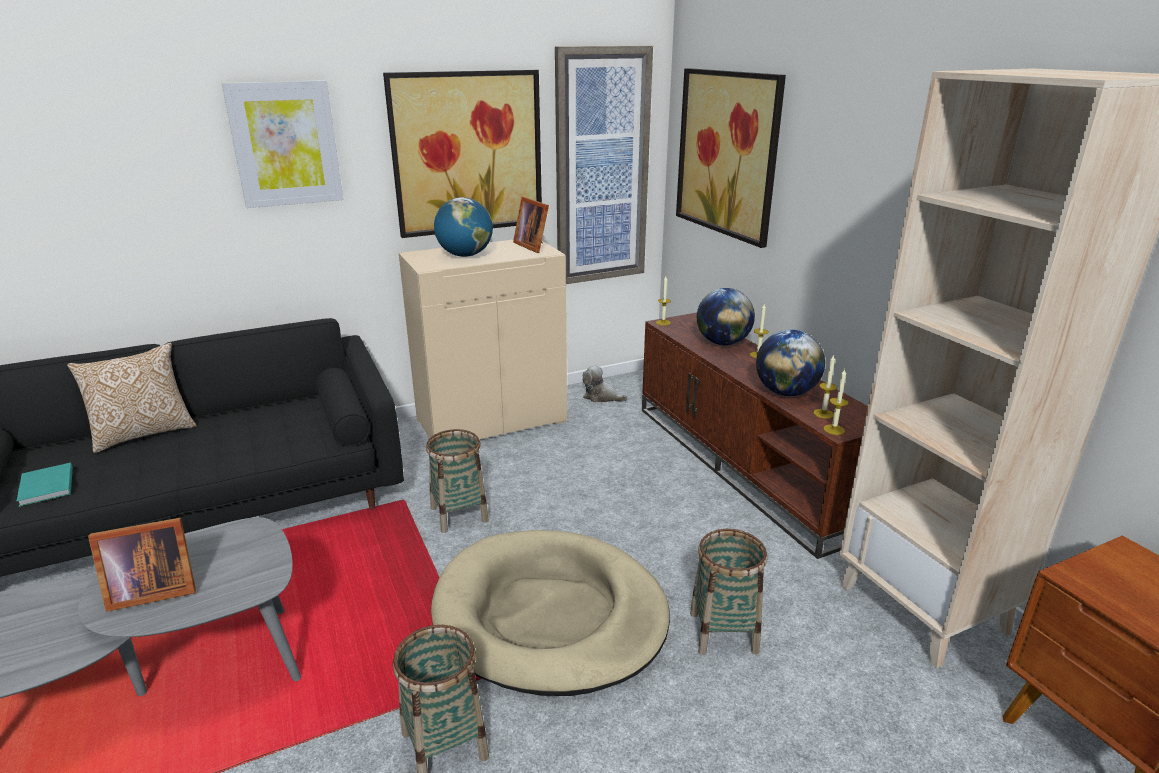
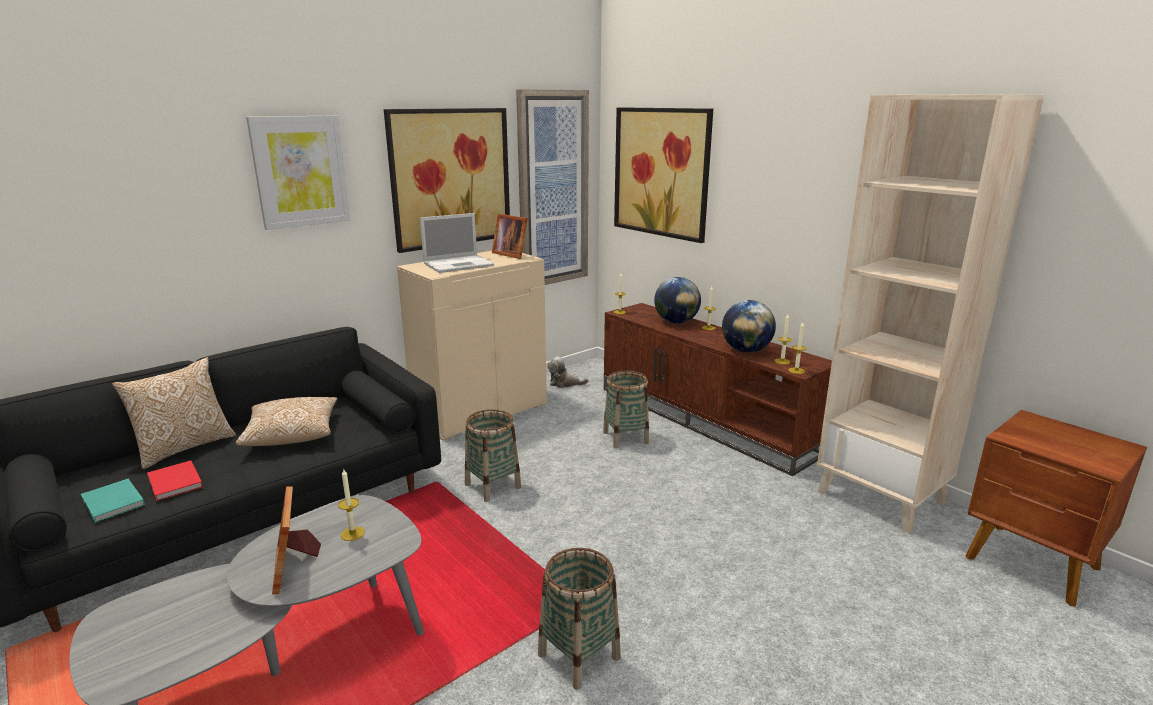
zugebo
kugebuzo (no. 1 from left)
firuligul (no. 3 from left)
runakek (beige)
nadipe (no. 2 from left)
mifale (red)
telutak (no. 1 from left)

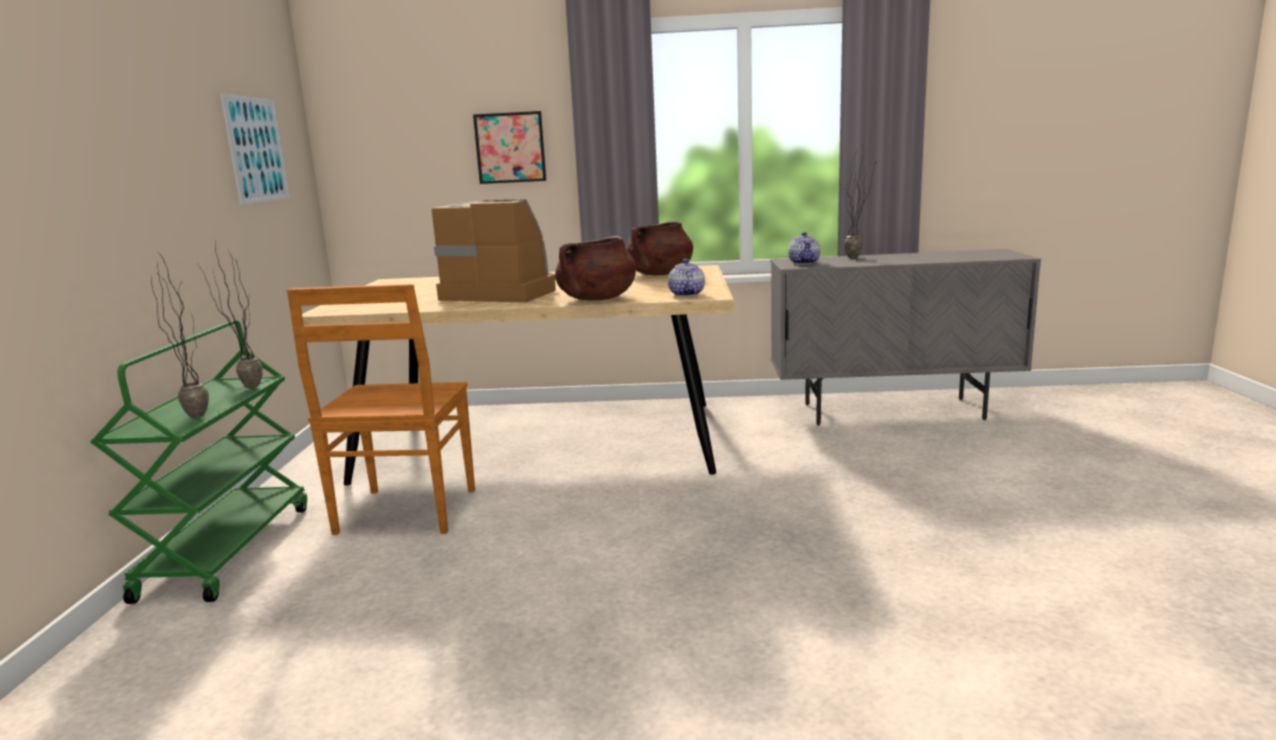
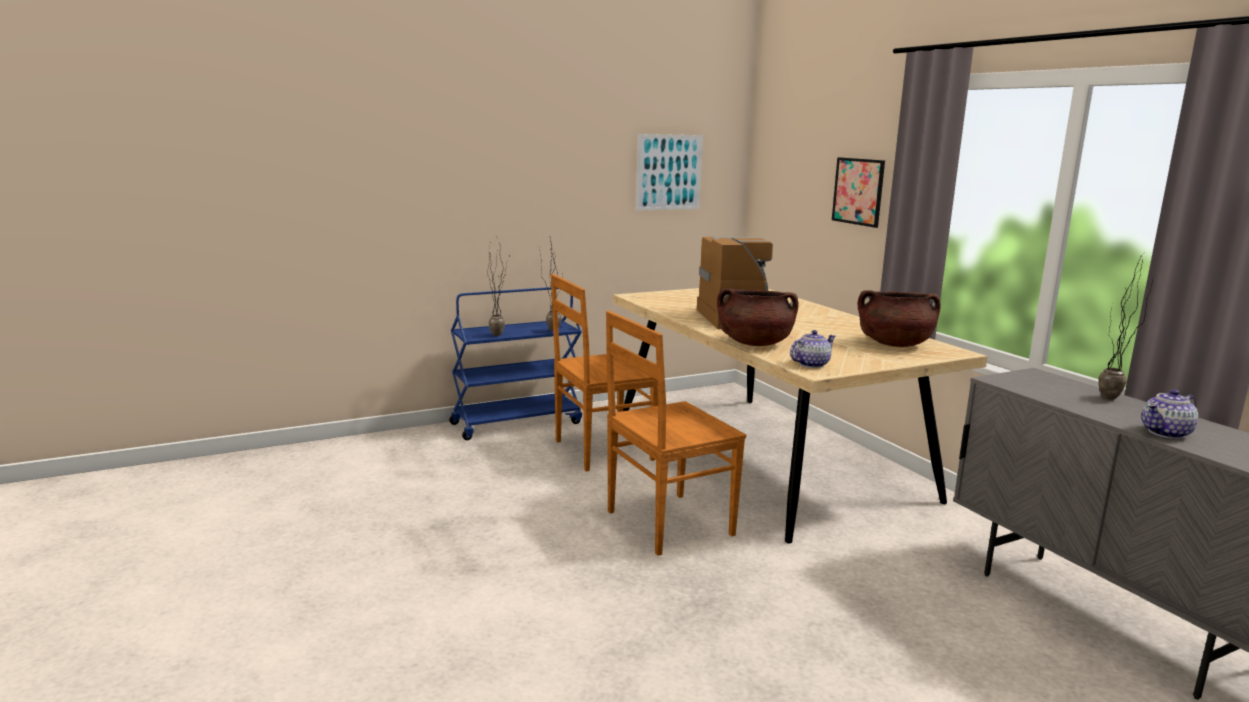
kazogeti (no. 2 from left)
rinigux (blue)
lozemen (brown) (no. 2 from left)

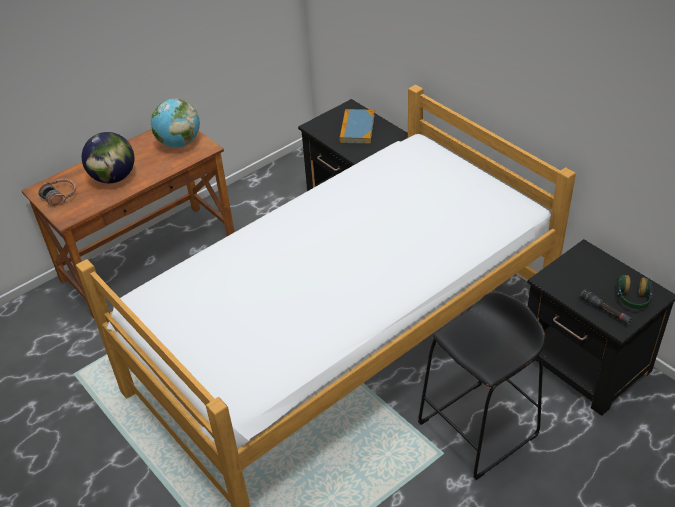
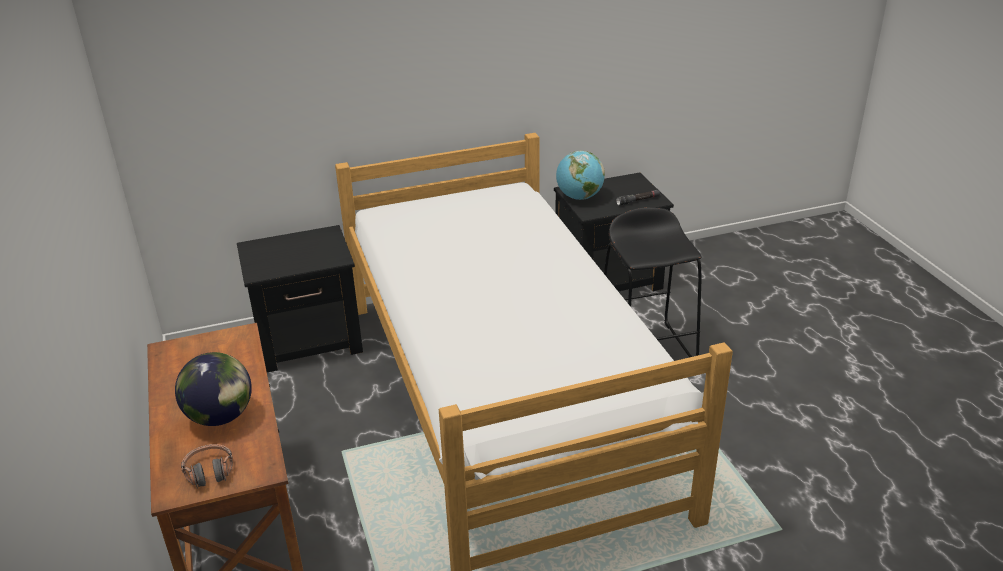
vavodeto (no. 2 from left)
mifale
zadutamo (no. 2 from left in the first image)

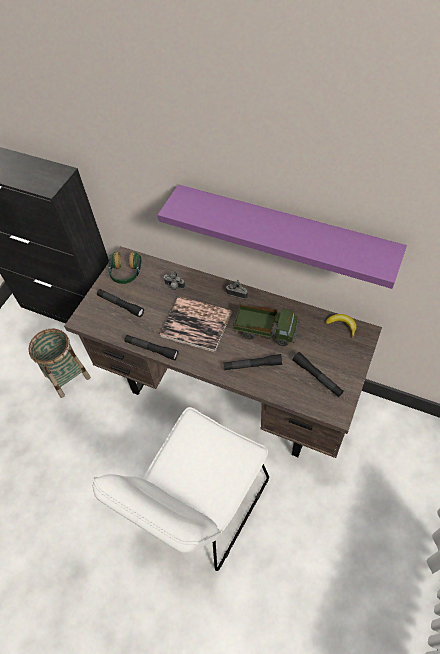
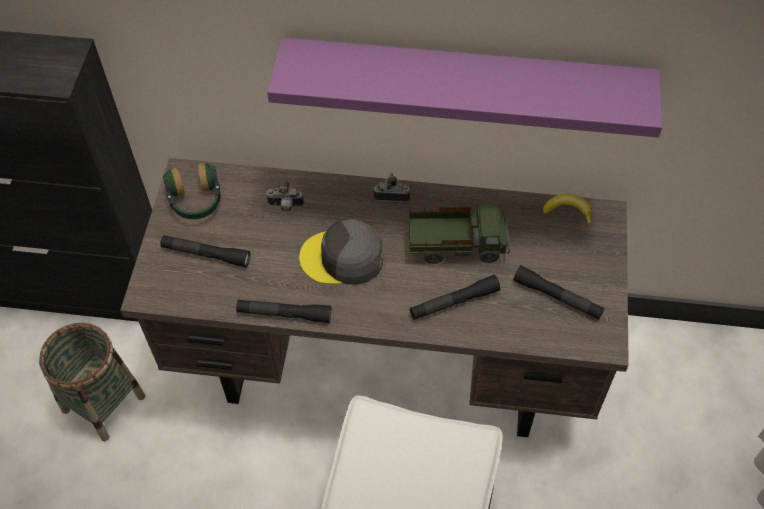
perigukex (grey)

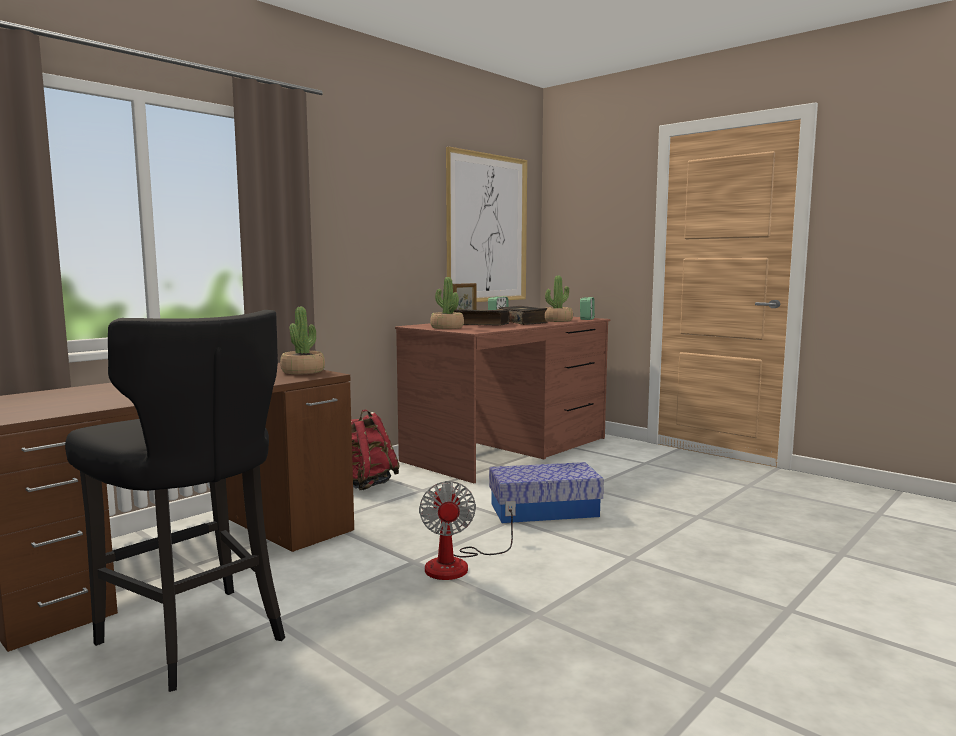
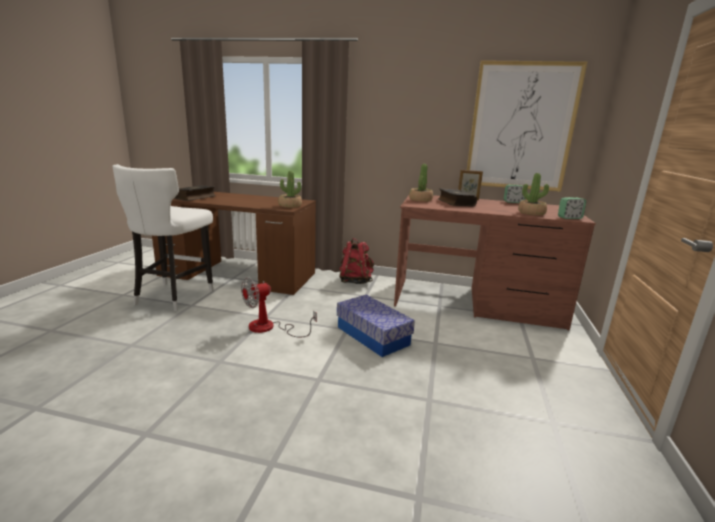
mifale (no. 1 from left)
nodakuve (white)

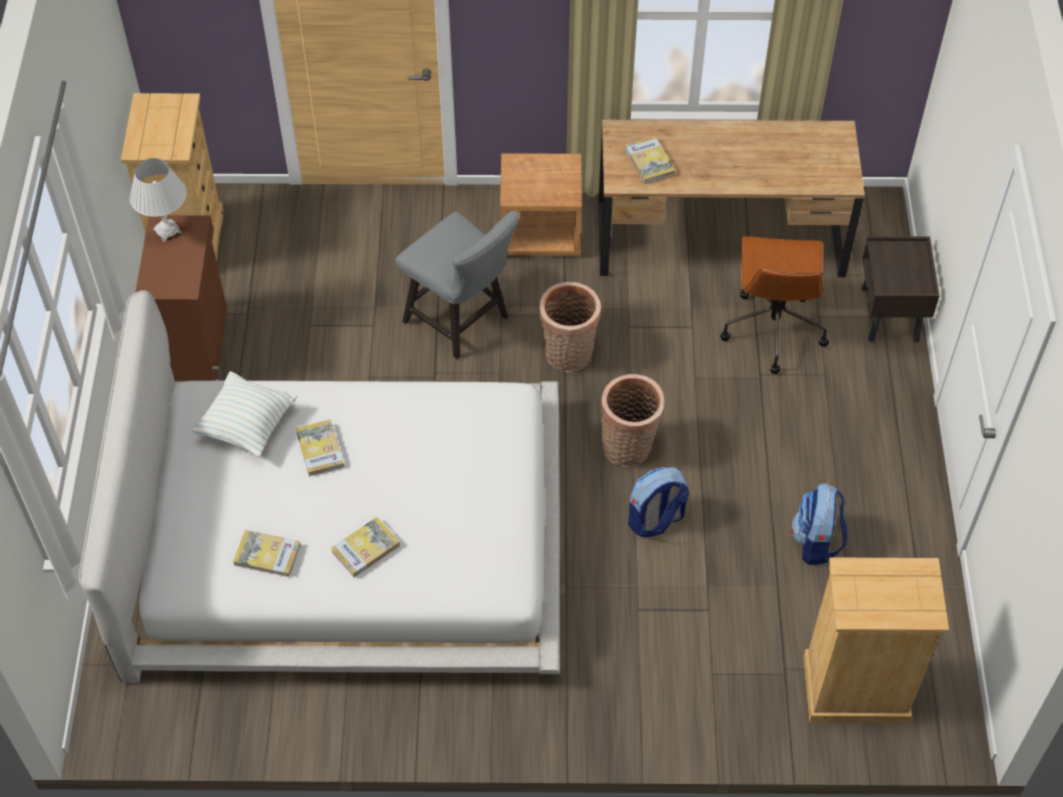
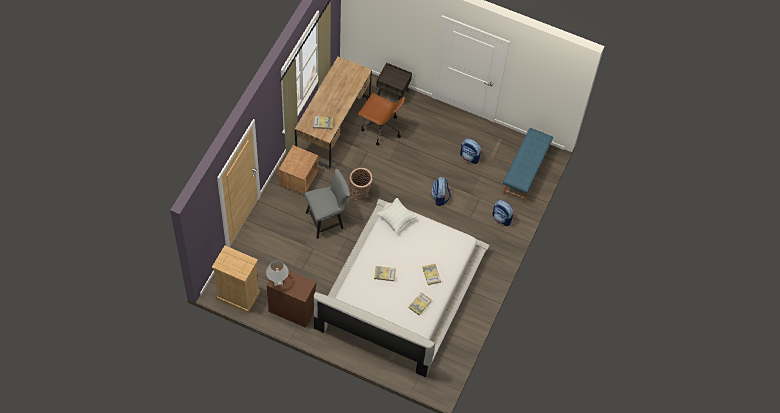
nadipe
firuligul (no. 2 from left in the first image)
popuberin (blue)
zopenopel (no. 3 from left)

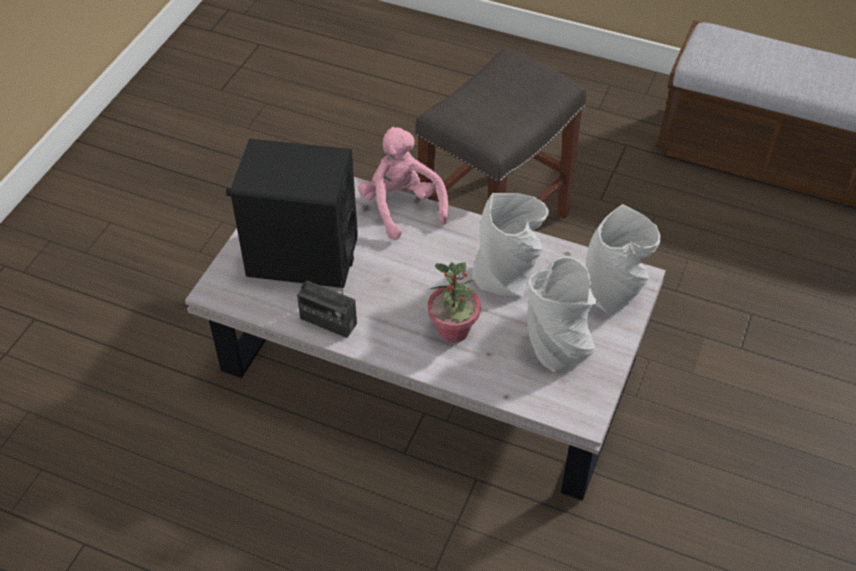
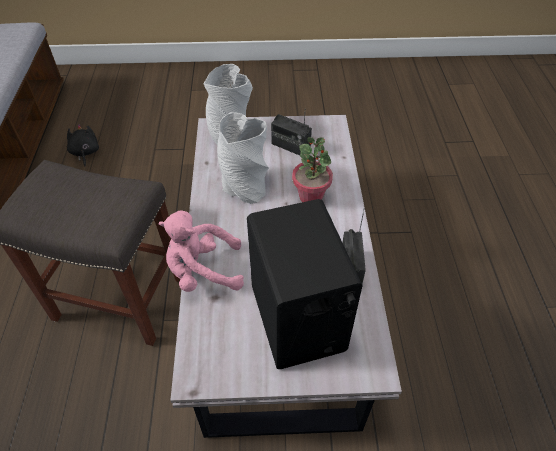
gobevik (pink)
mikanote (no. 1 from left)
gobevik (black)

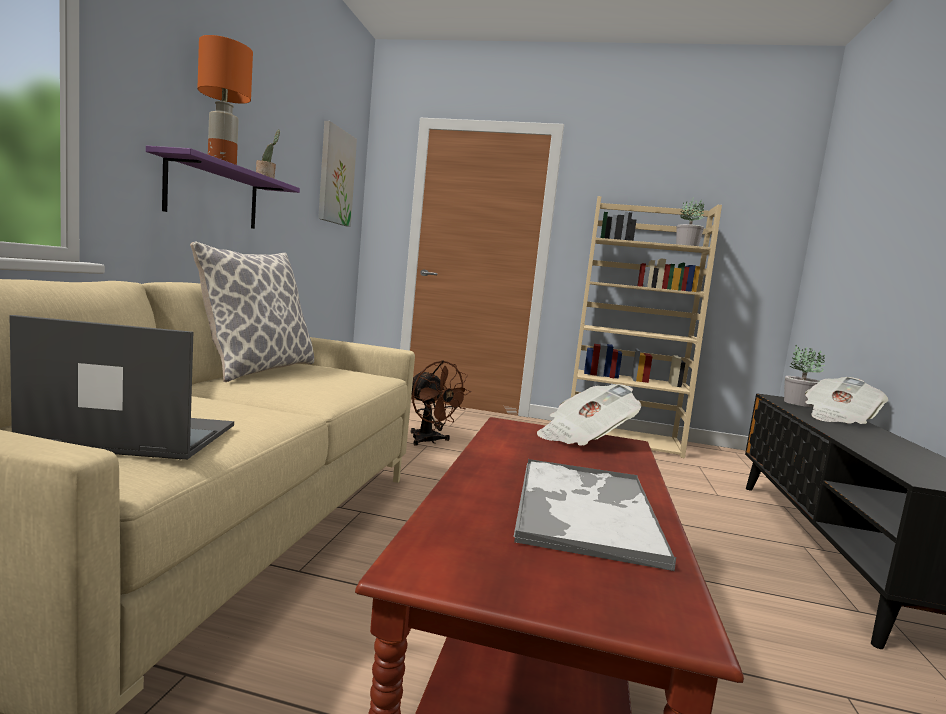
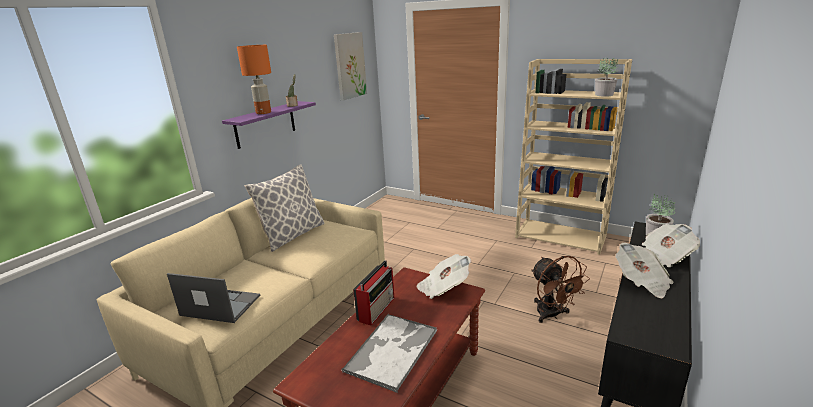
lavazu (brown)
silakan (no. 2 from left)
mikanote

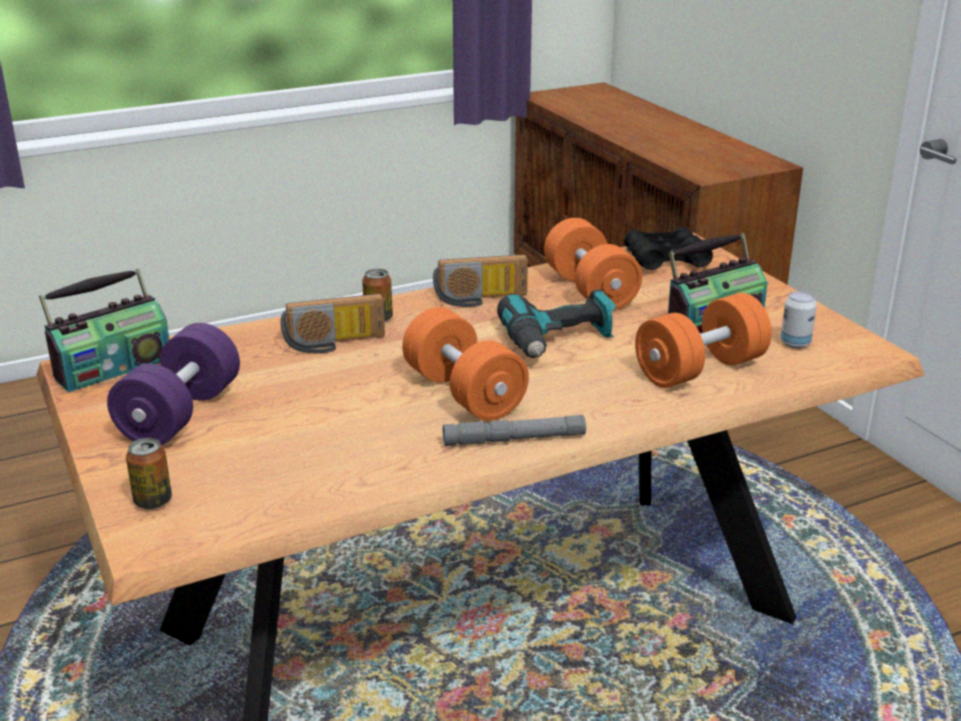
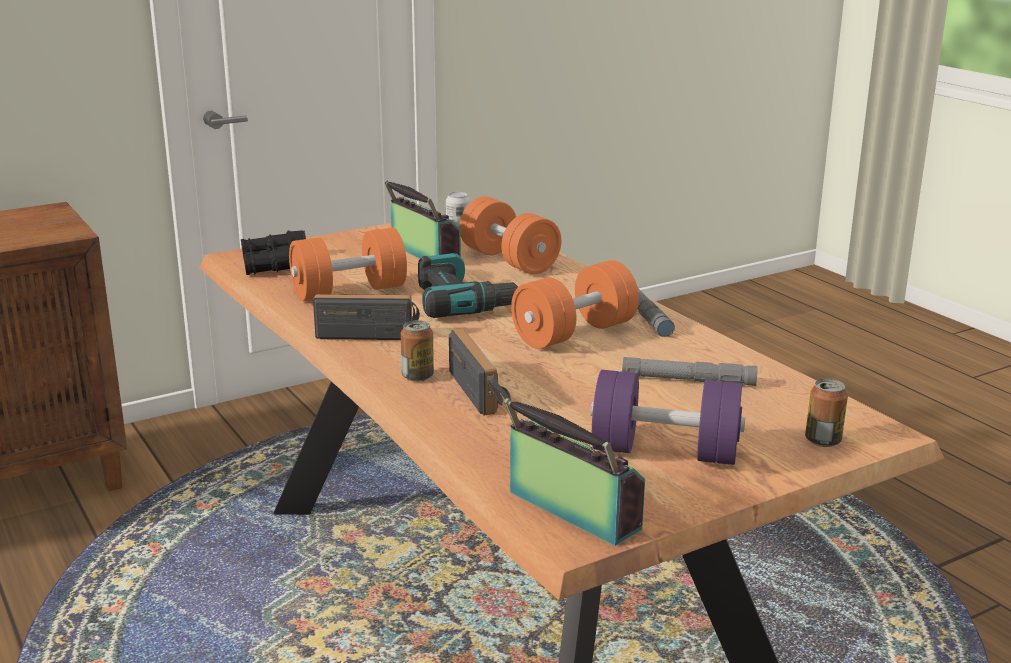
mikanote (no. 1 from left)
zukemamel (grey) (no. 2 from left)

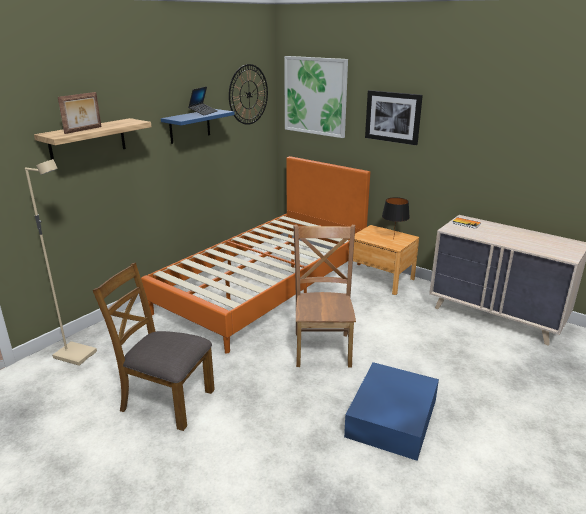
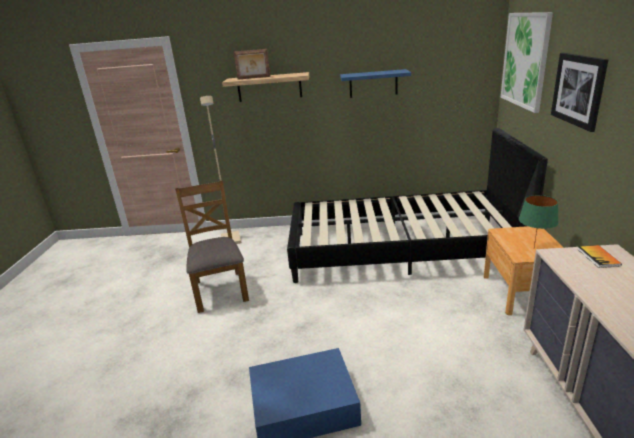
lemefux
zugebo
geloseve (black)
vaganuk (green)
lozemen (brown) (no. 2 from left in the first image)

